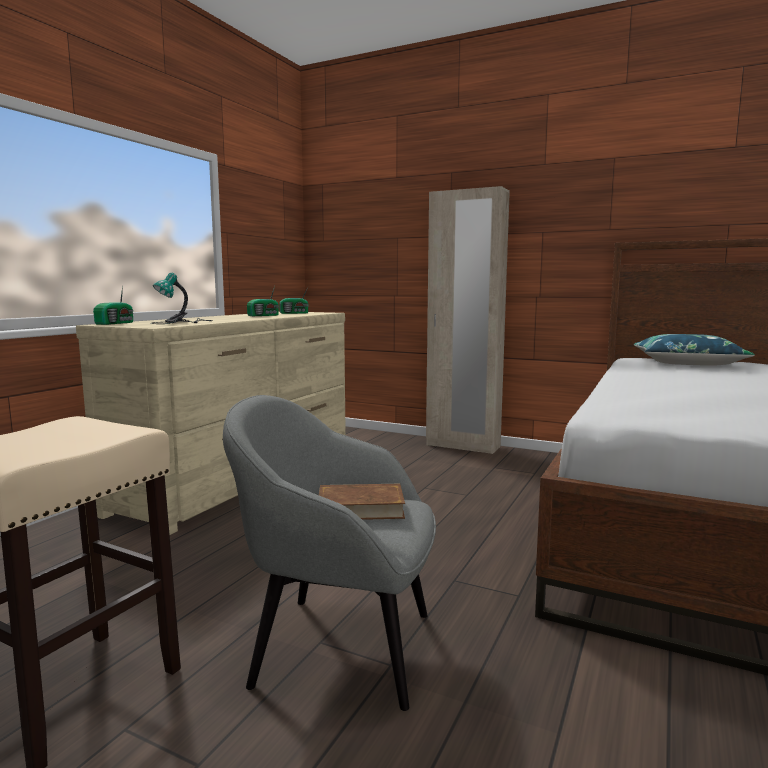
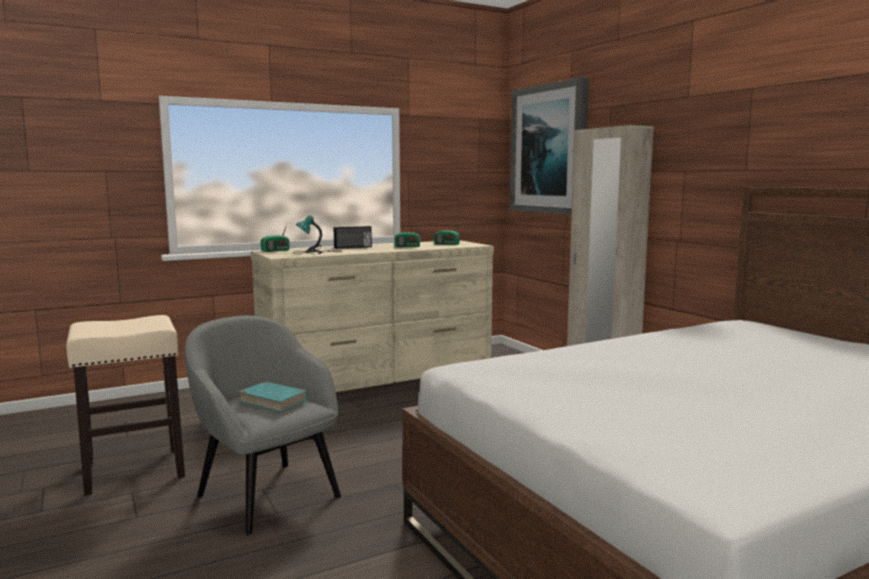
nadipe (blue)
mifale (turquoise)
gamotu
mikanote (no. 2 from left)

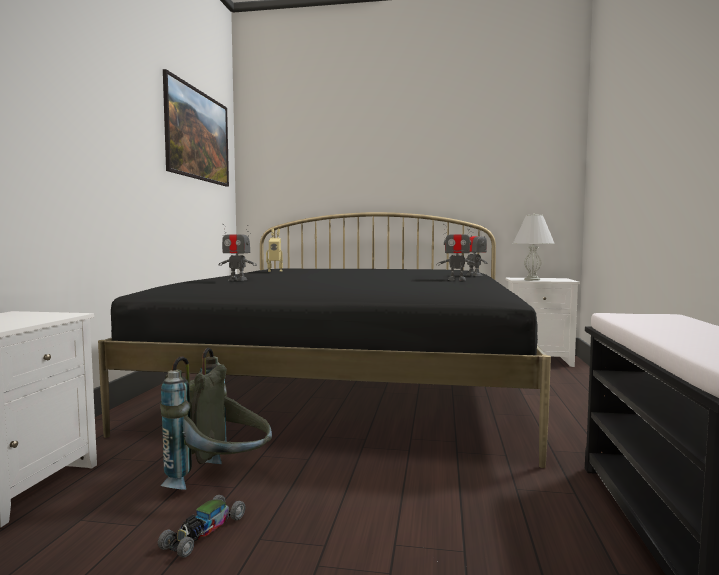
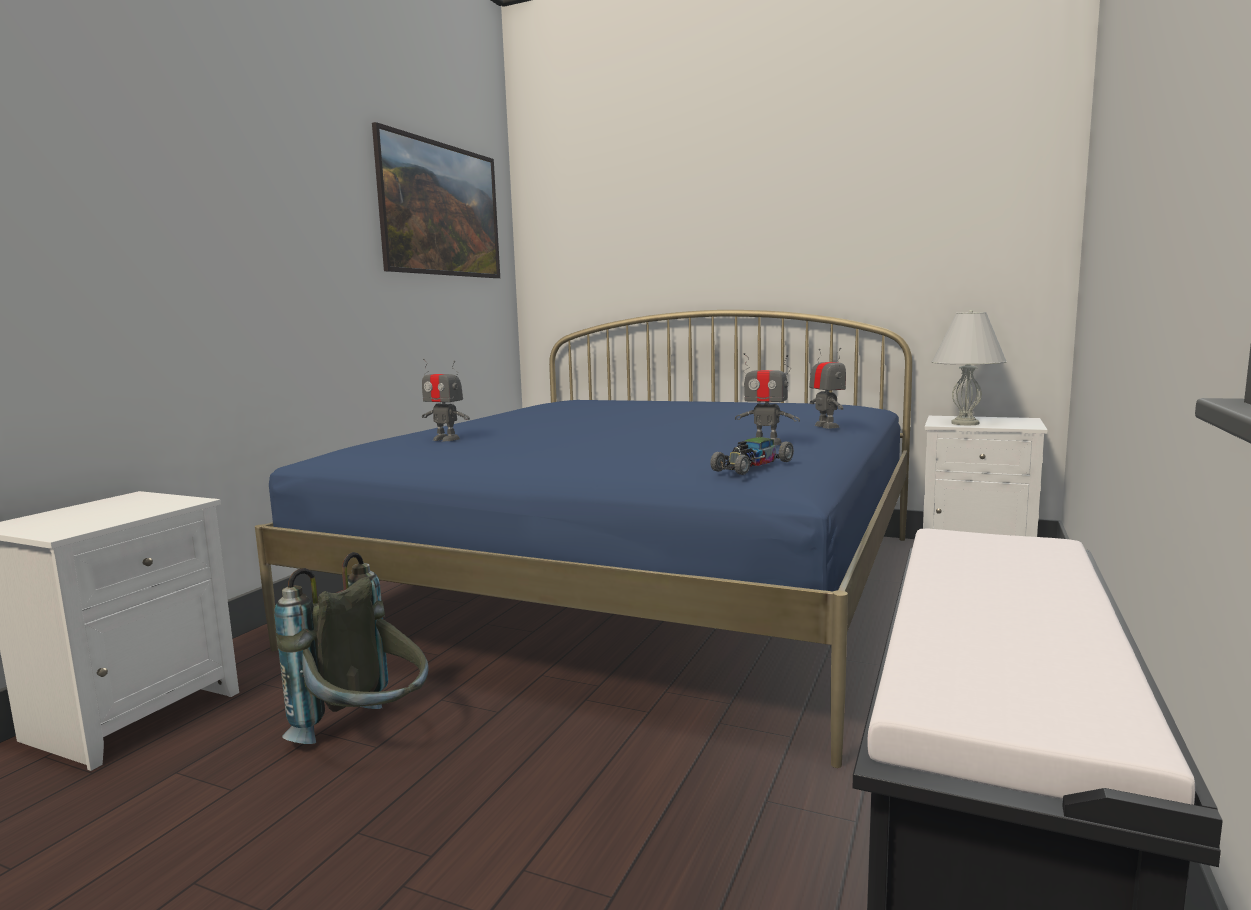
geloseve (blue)
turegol (no. 2 from left in the first image)
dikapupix

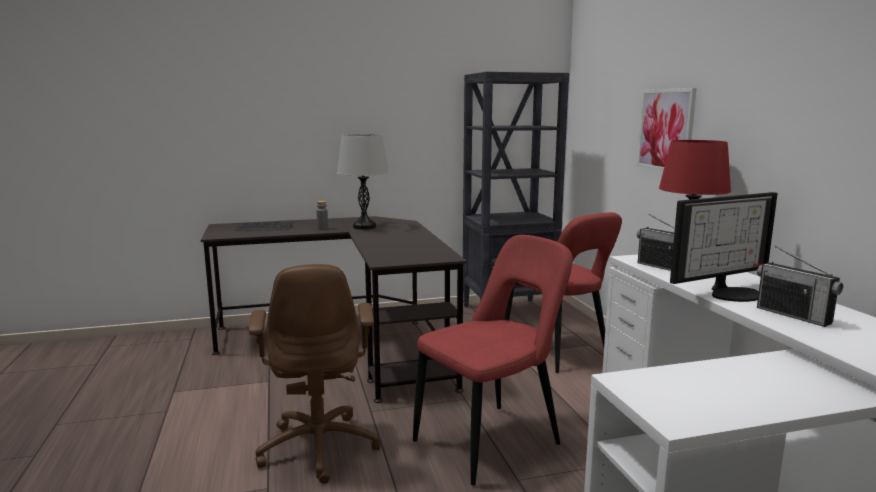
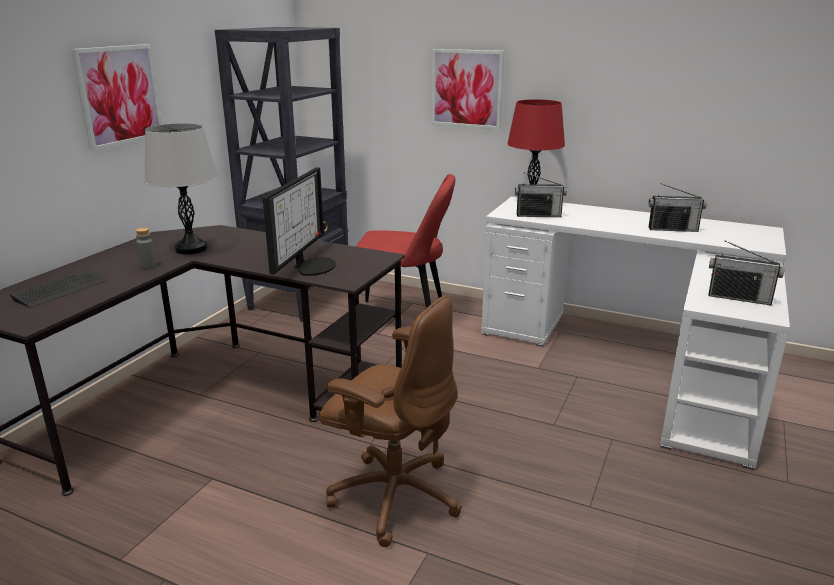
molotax
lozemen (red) (no. 1 from left in the first image)
gamotu (no. 1 from left)
mikanote (no. 3 from left)

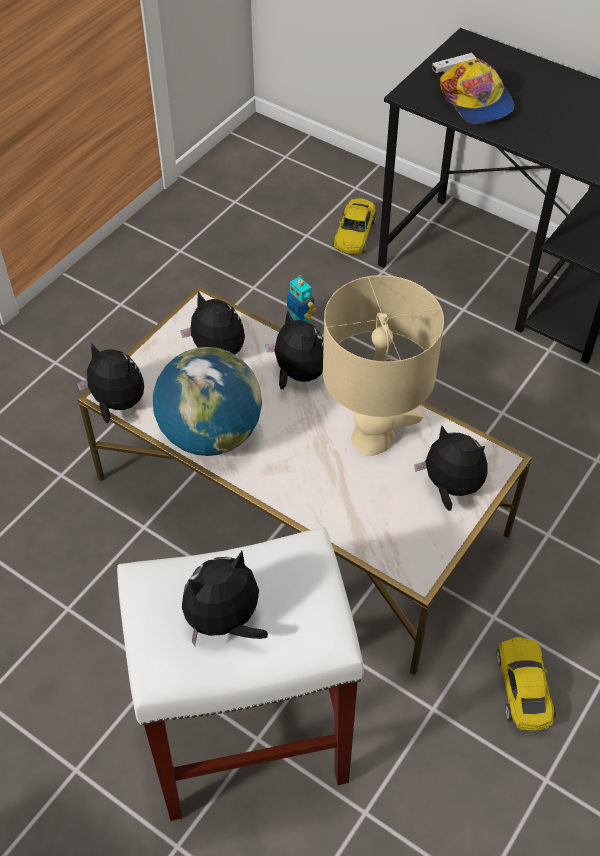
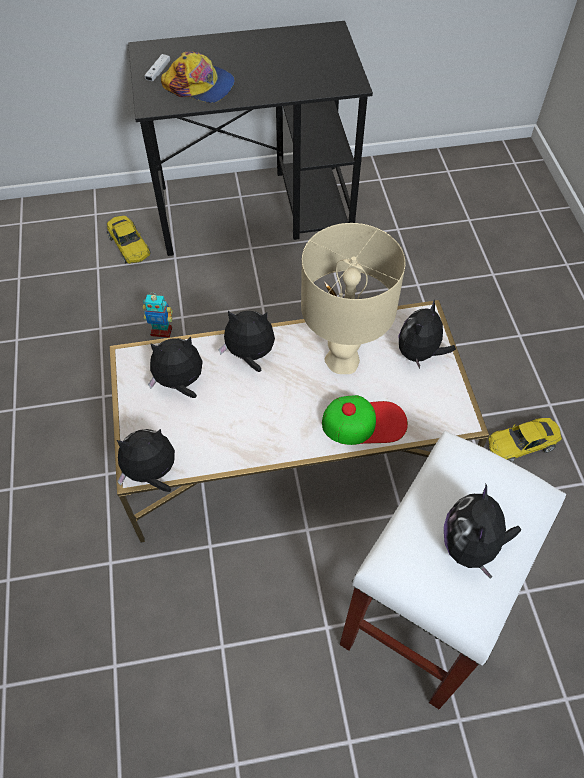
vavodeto
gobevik (no. 4 from left)
dikapupix (yellow) (no. 2 from left)
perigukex (no. 2 from left)

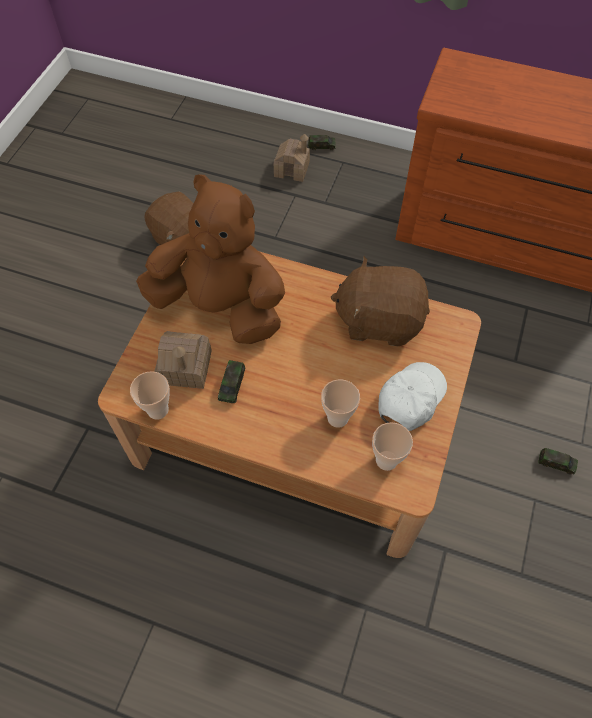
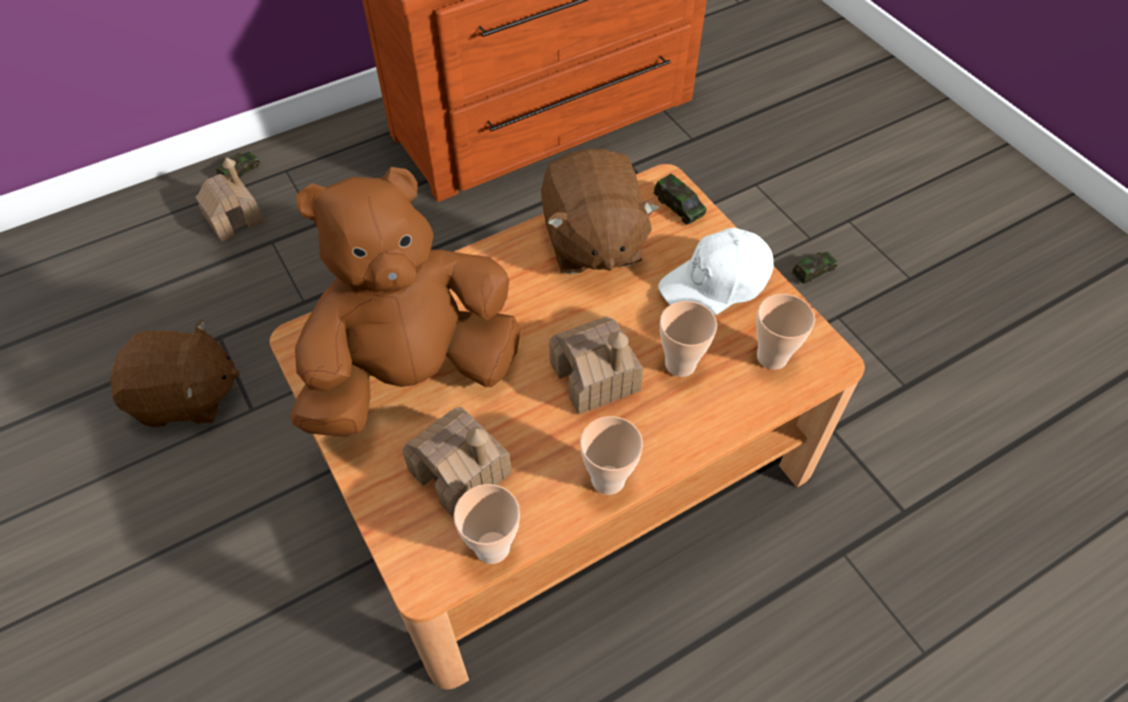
gobevik (brown) (no. 3 from left)
dikapupix (no. 2 from left)
perigukex (white)
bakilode (no. 3 from left)
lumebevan (no. 2 from left)

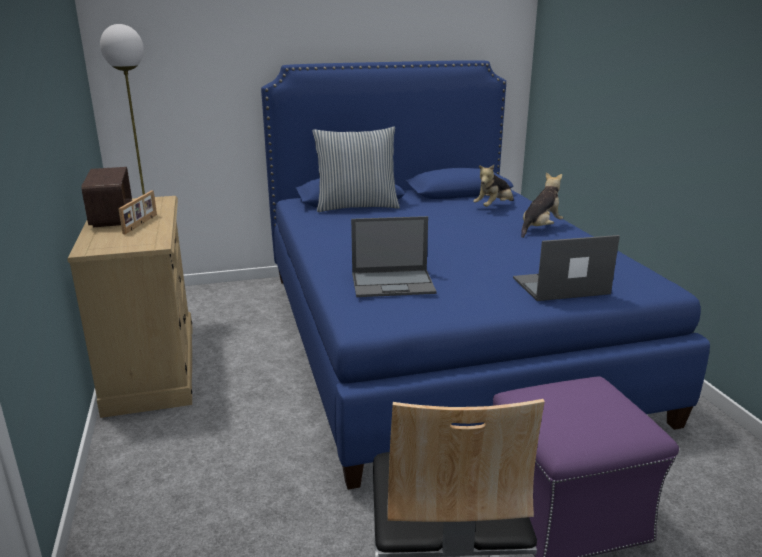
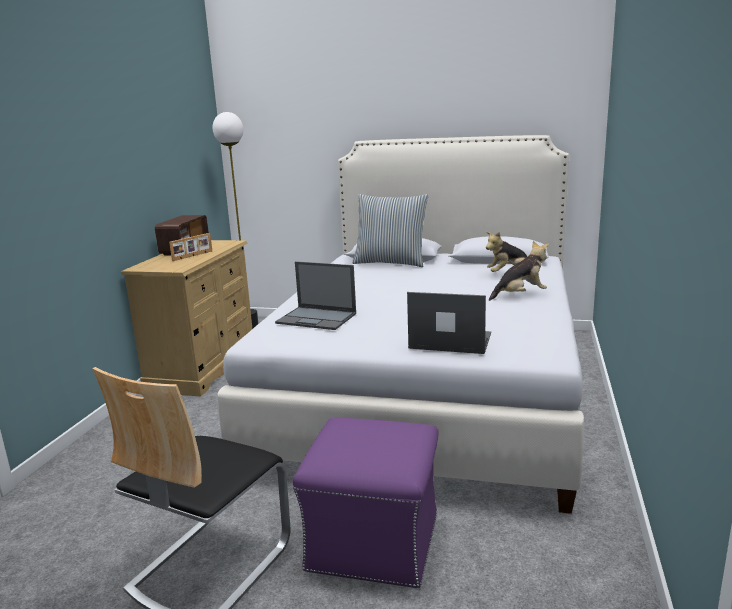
geloseve (white)

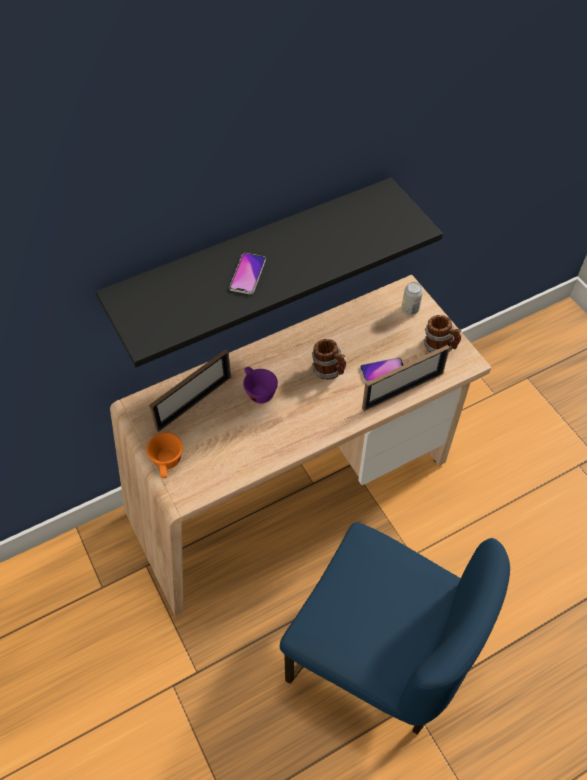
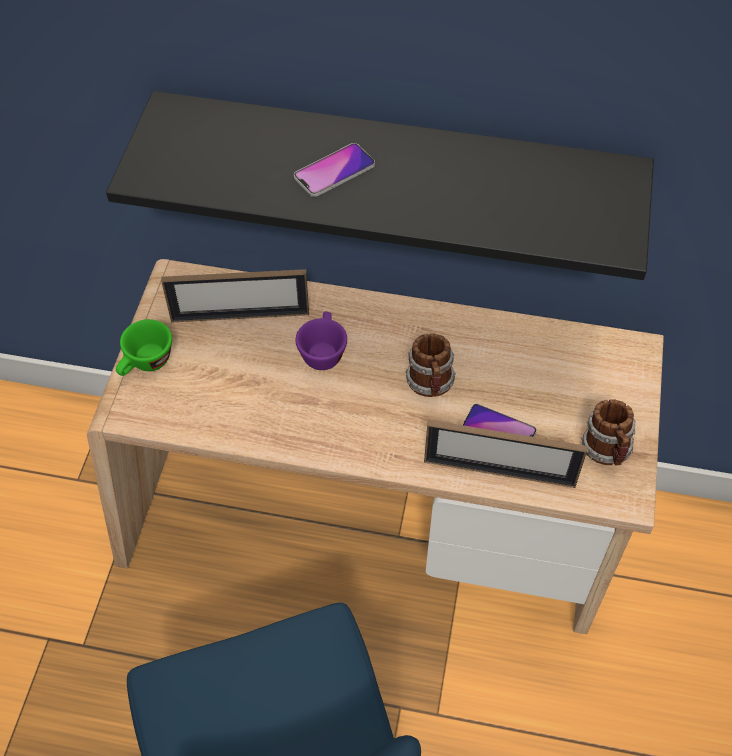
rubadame
lumebevan (green)

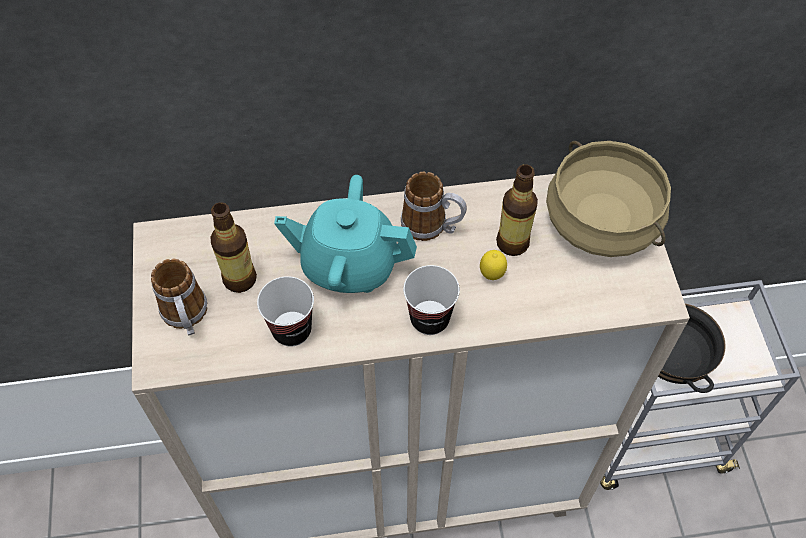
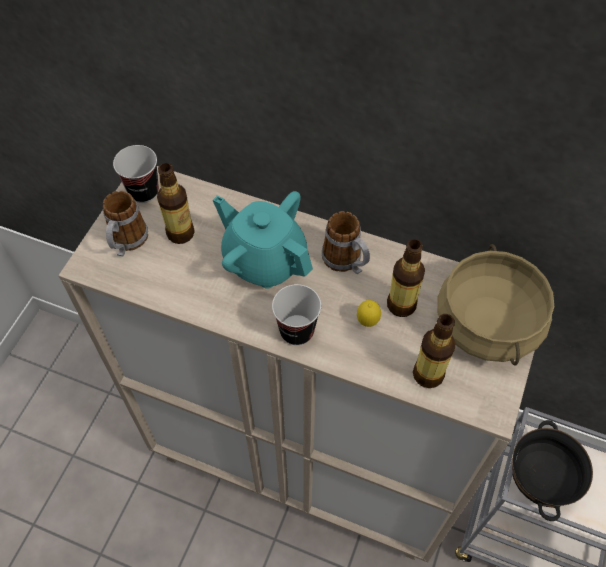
lumebevan (no. 1 from left)
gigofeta (no. 3 from left)

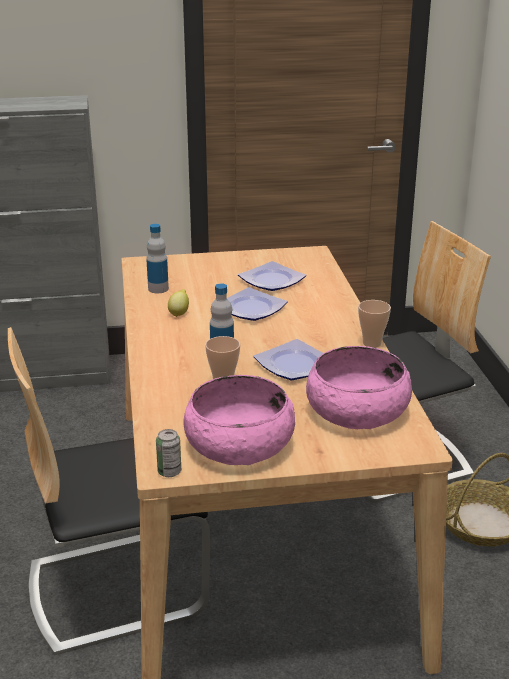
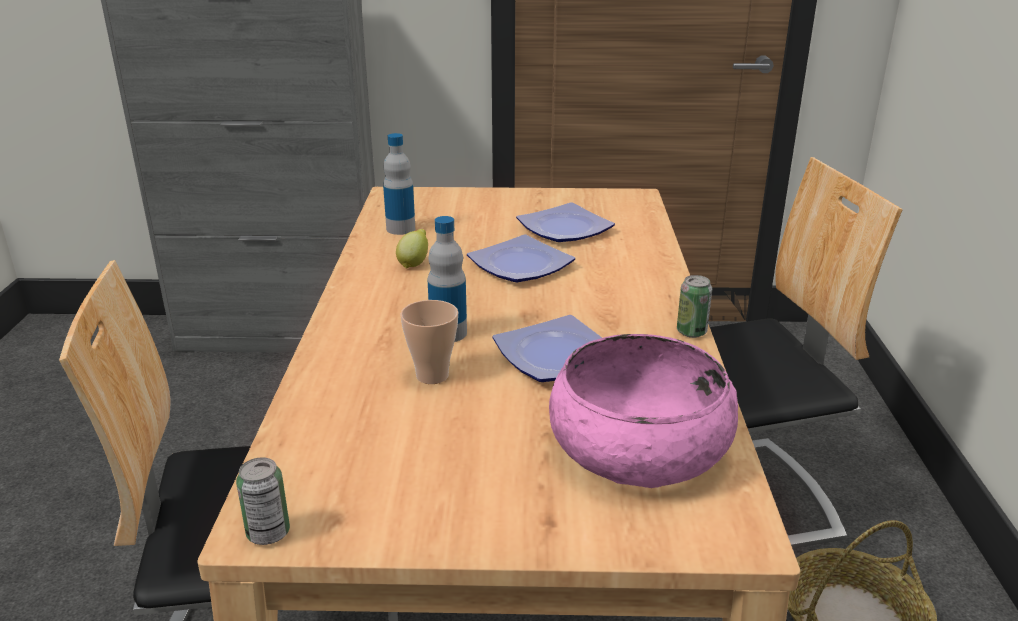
rubadame (no. 2 from left)
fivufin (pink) (no. 1 from left in the first image)

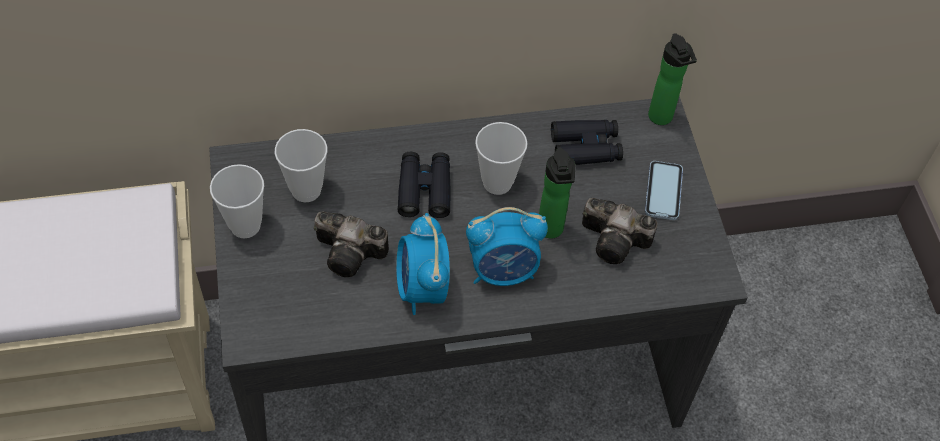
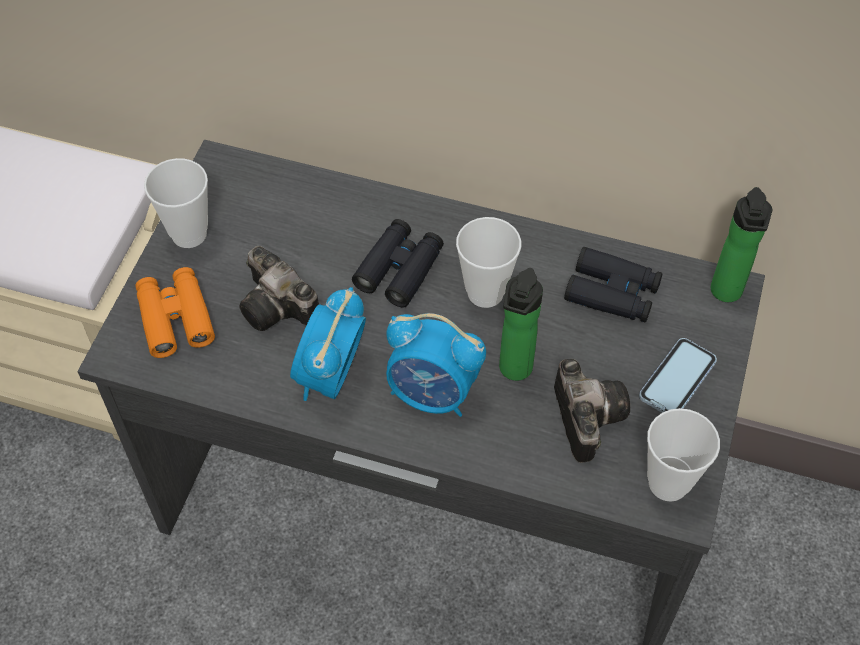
lumebevan (no. 3 from left)
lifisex (no. 2 from left)
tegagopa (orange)

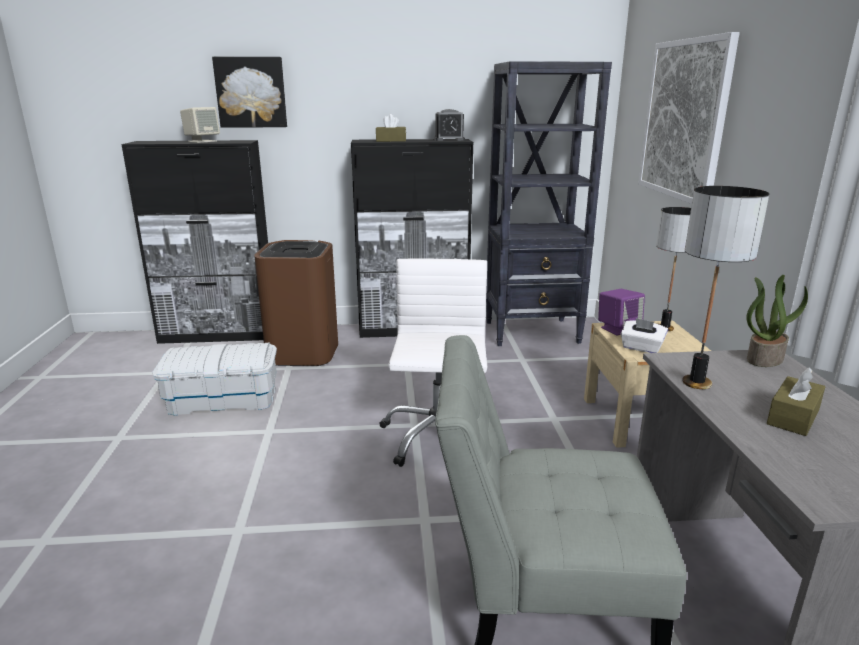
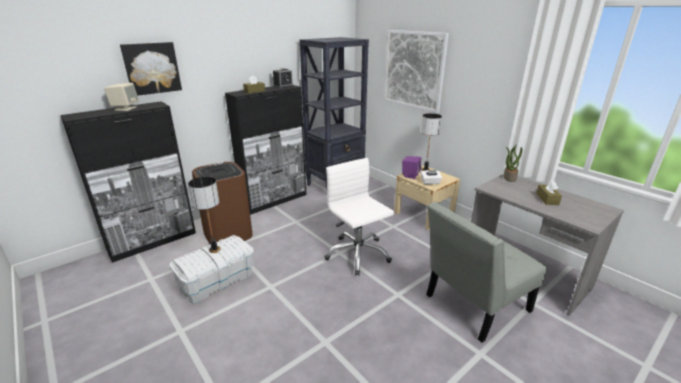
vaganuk (no. 1 from left)

